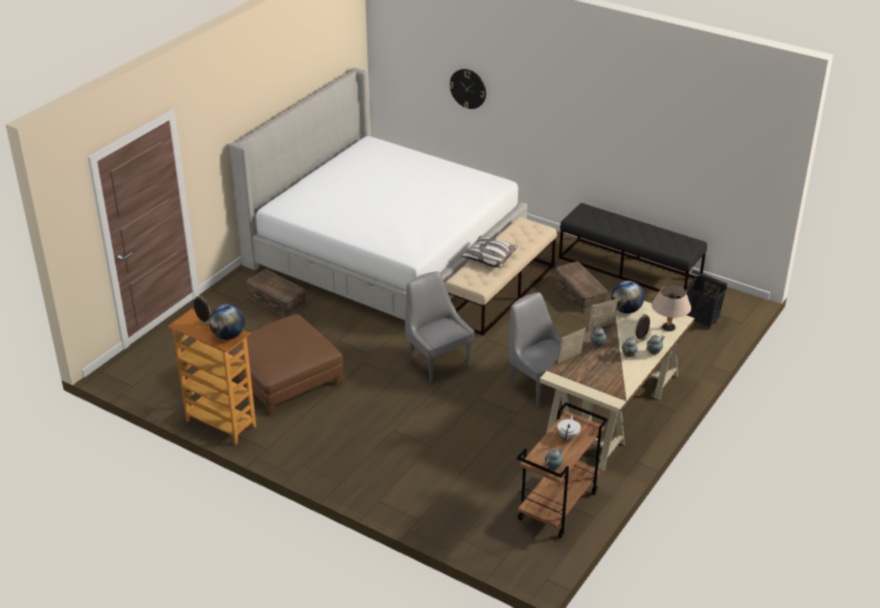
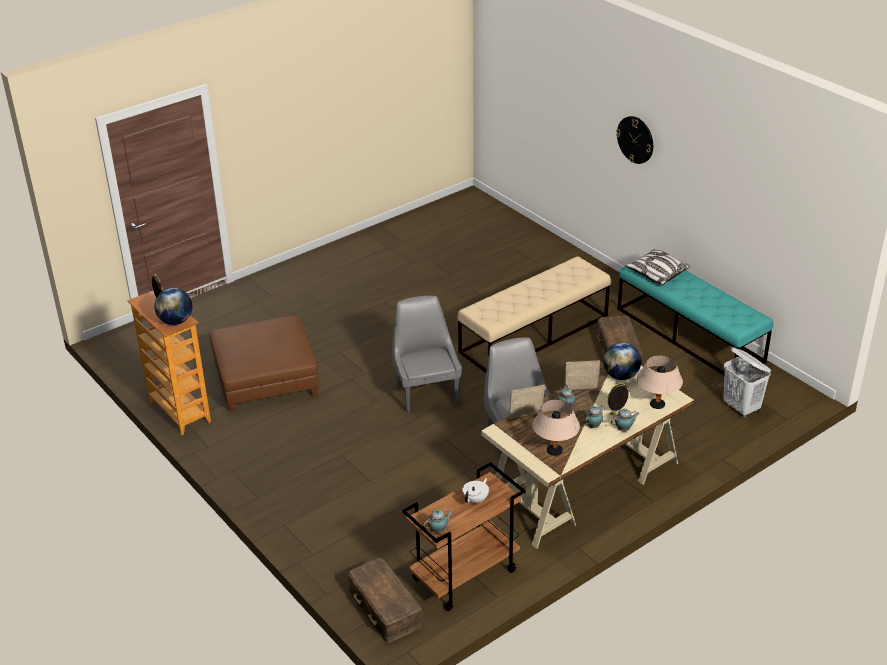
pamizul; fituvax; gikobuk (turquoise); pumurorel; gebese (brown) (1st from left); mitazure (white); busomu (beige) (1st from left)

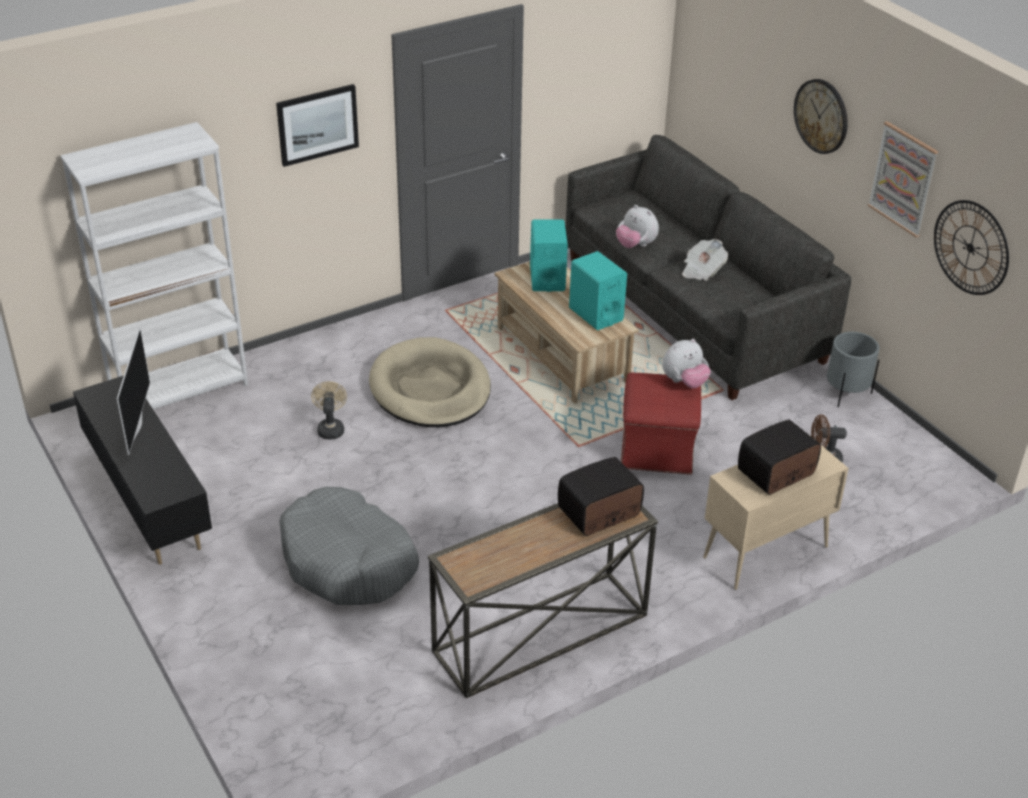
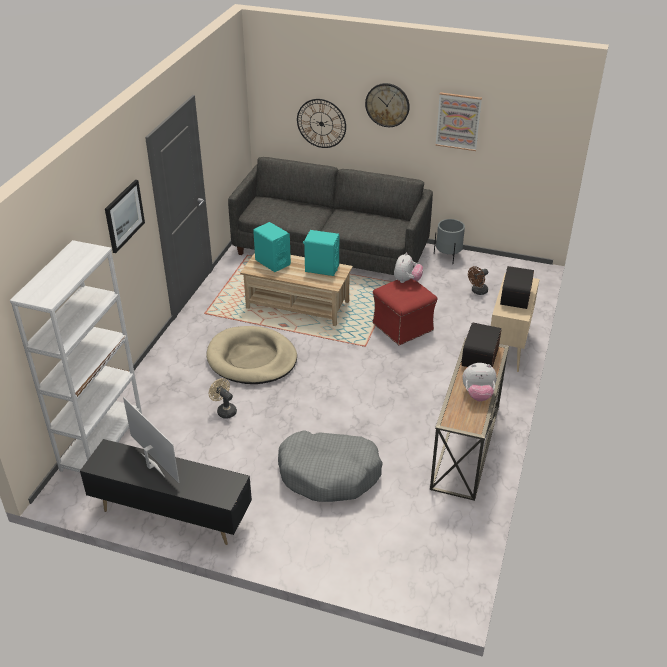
fituvax (1st from left); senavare (2nd from left); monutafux

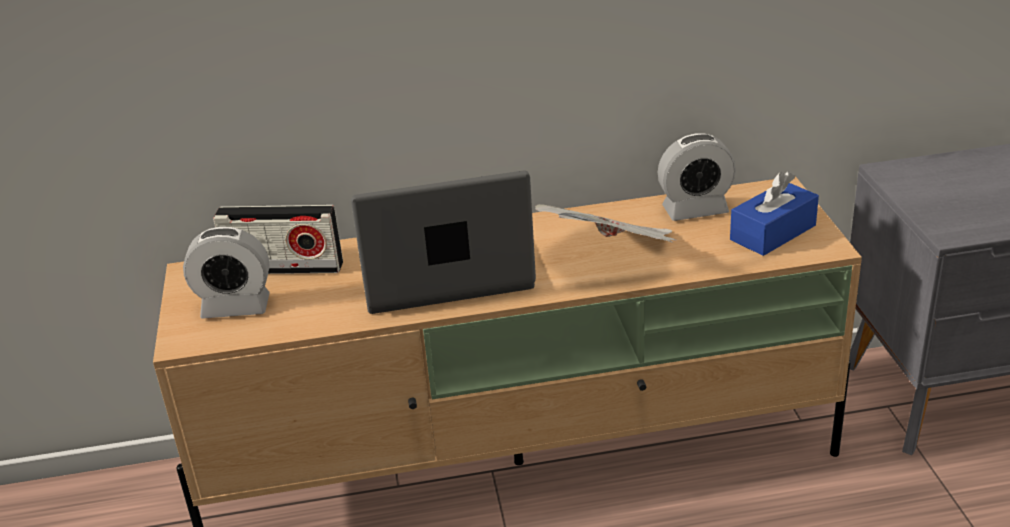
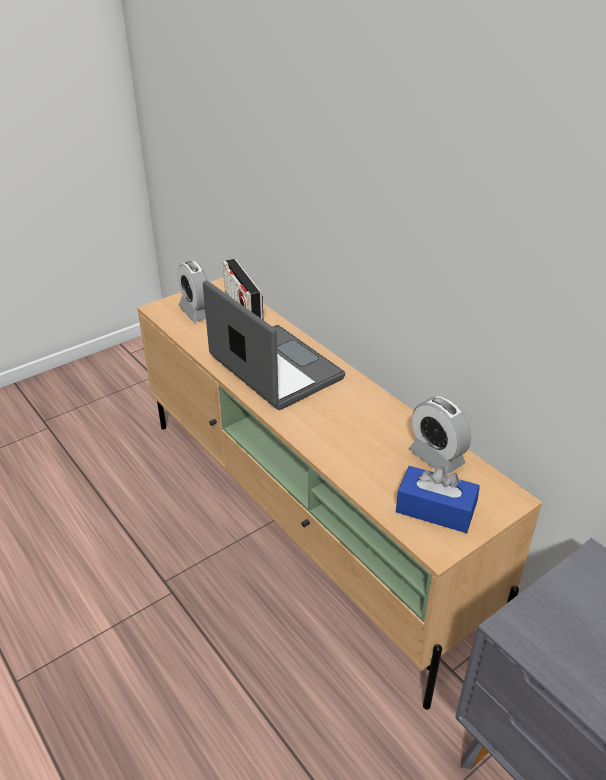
monutafux

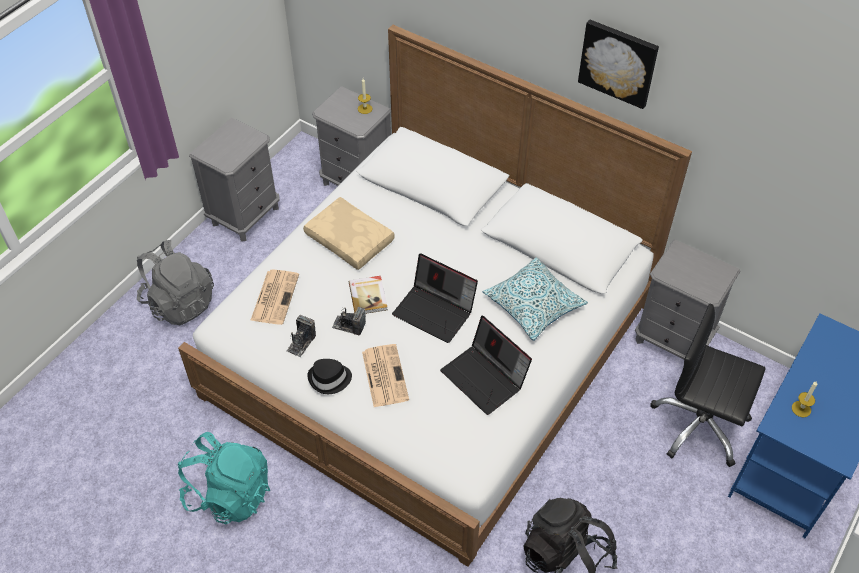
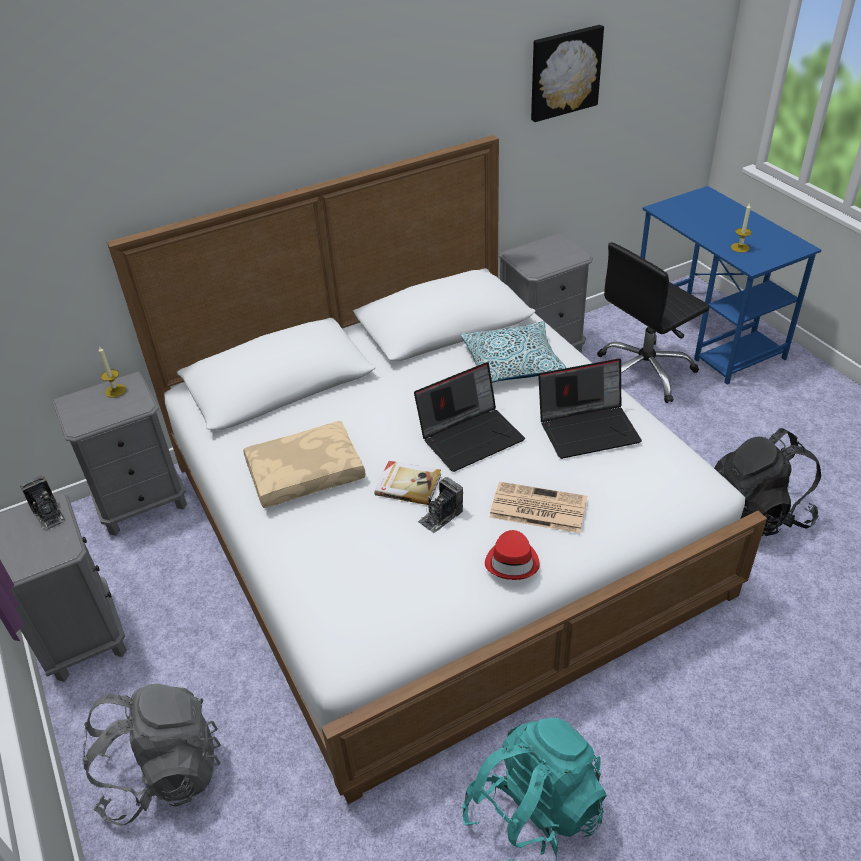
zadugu; monutafux (1st from left in the first image); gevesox (1st from left); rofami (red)

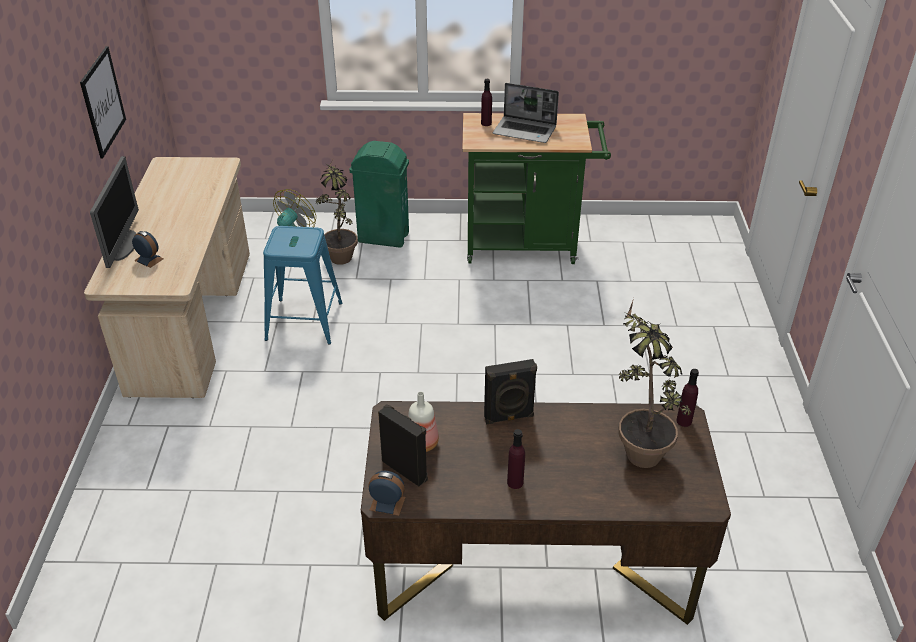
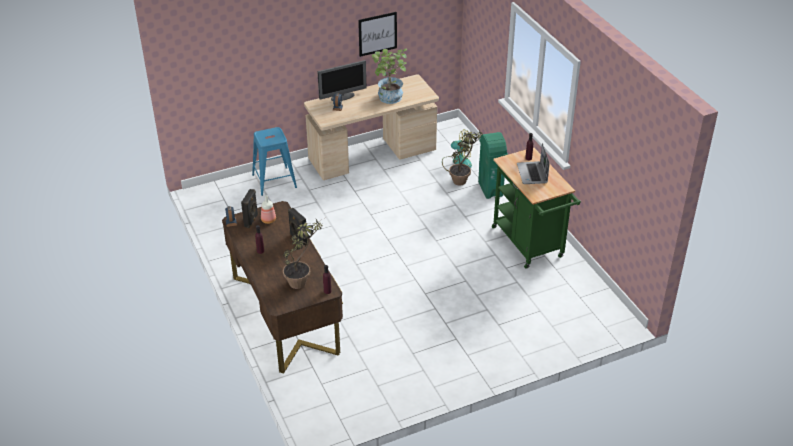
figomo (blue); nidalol (2nd from left)

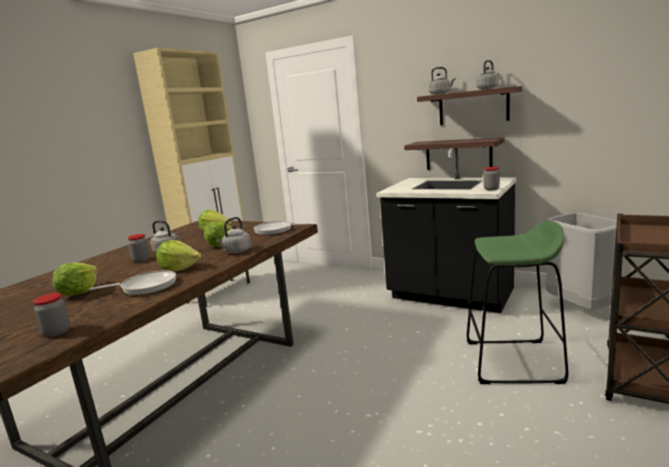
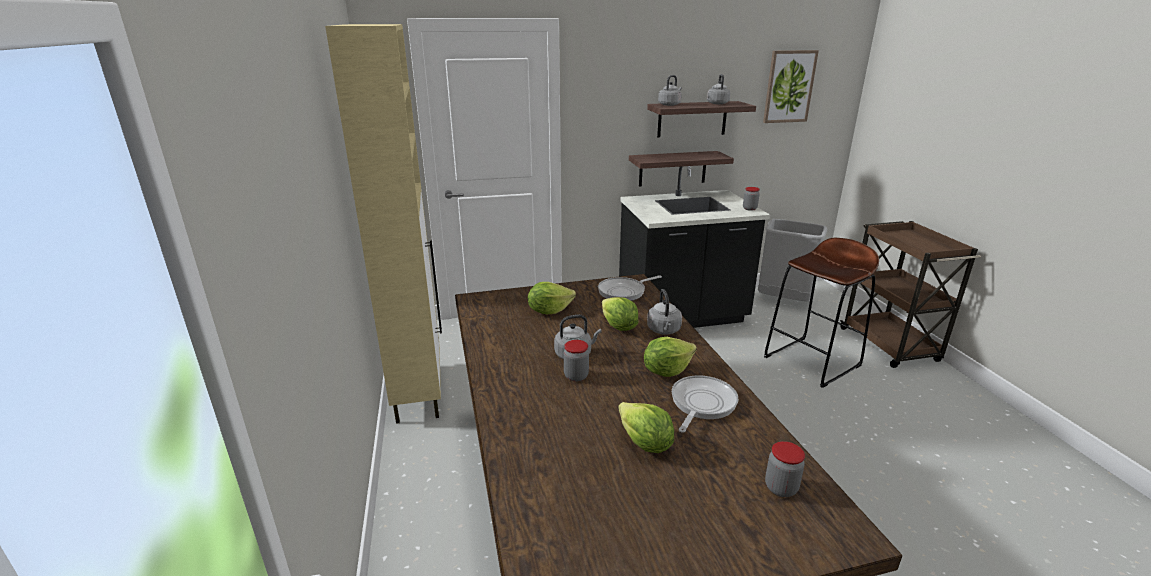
figomo (brown); zadugu

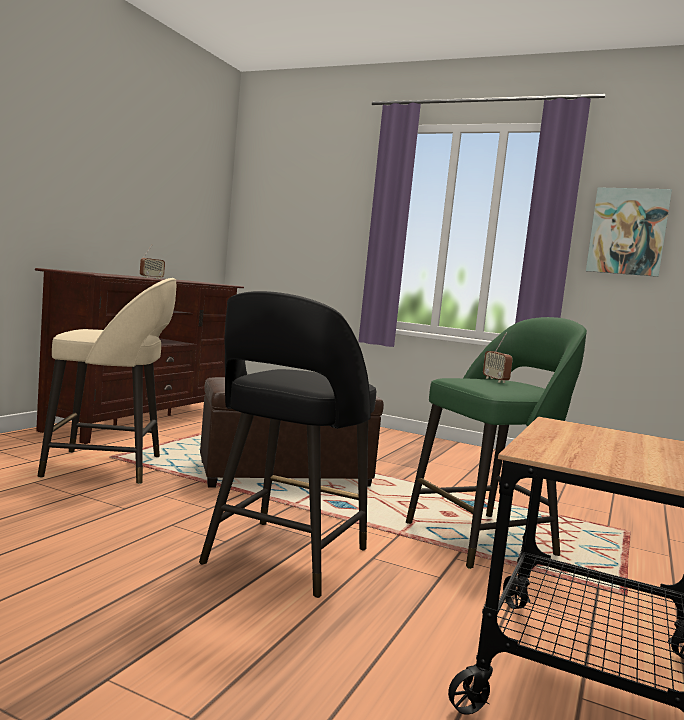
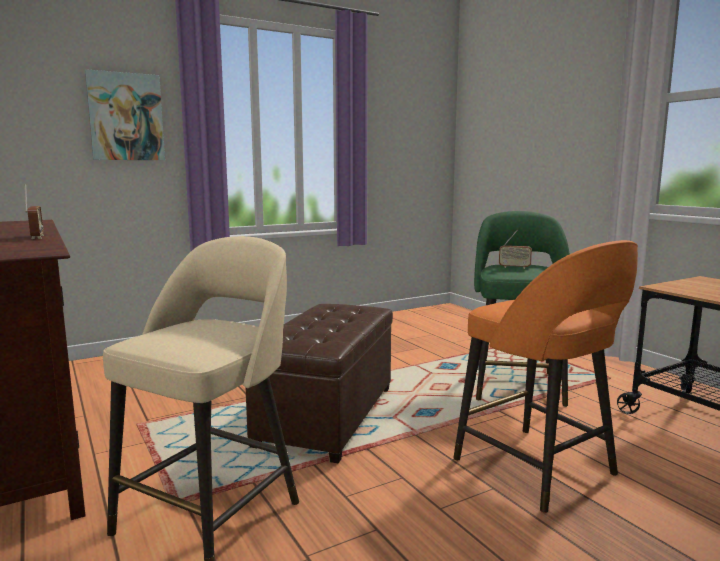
zadugu; figomo (orange)

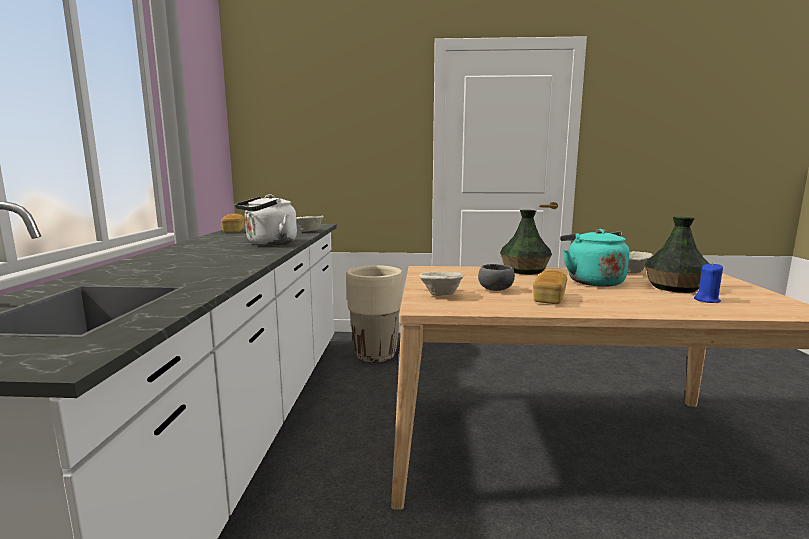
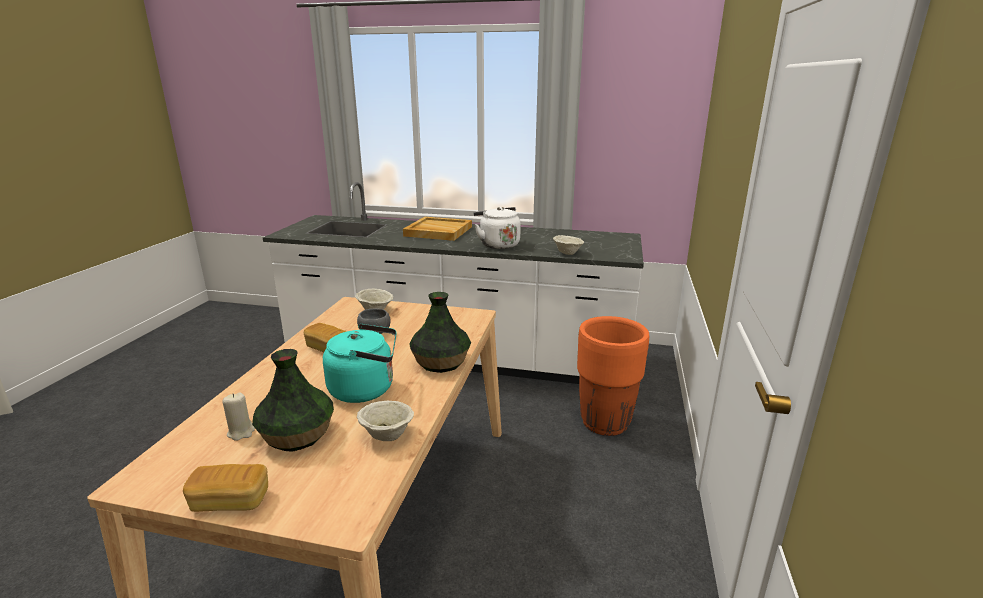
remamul (1st from left); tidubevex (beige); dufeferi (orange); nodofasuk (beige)

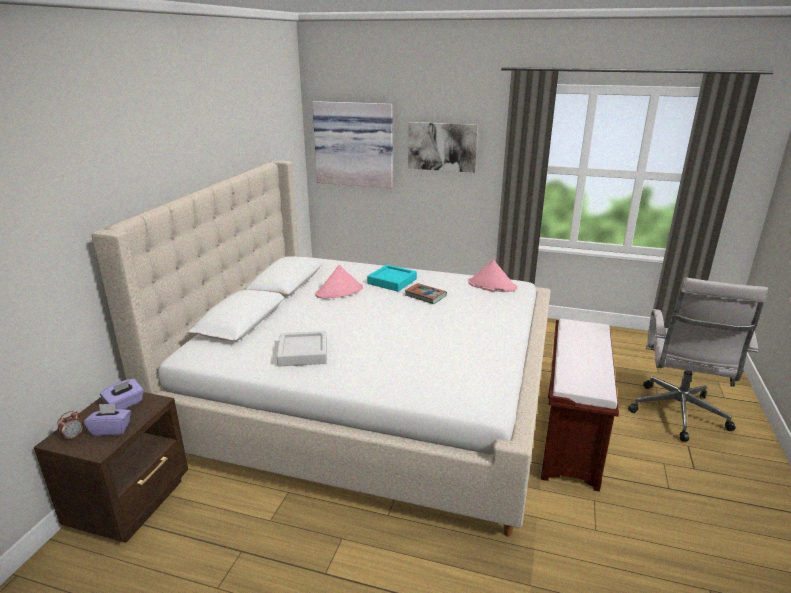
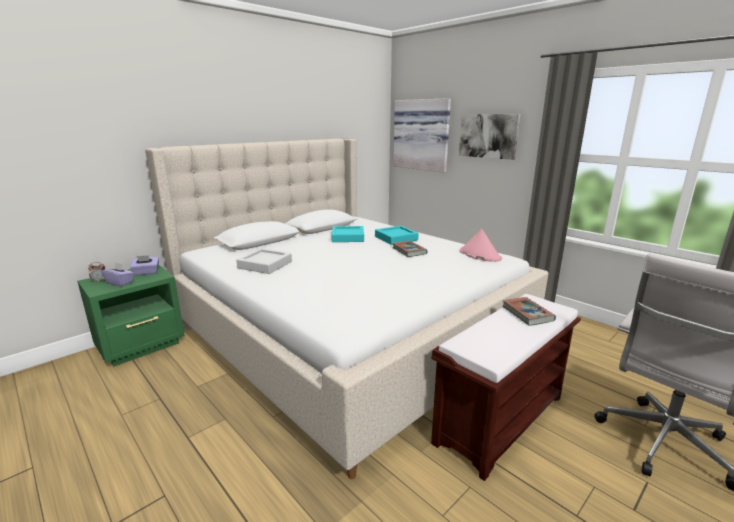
nodofasuk (turquoise) (1st from left); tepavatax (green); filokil (2nd from left)

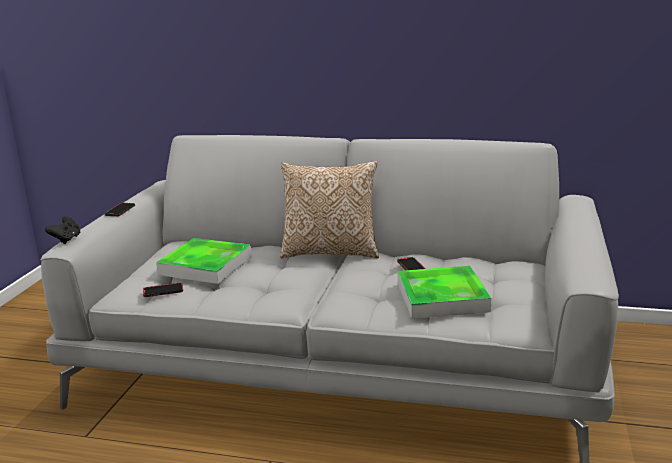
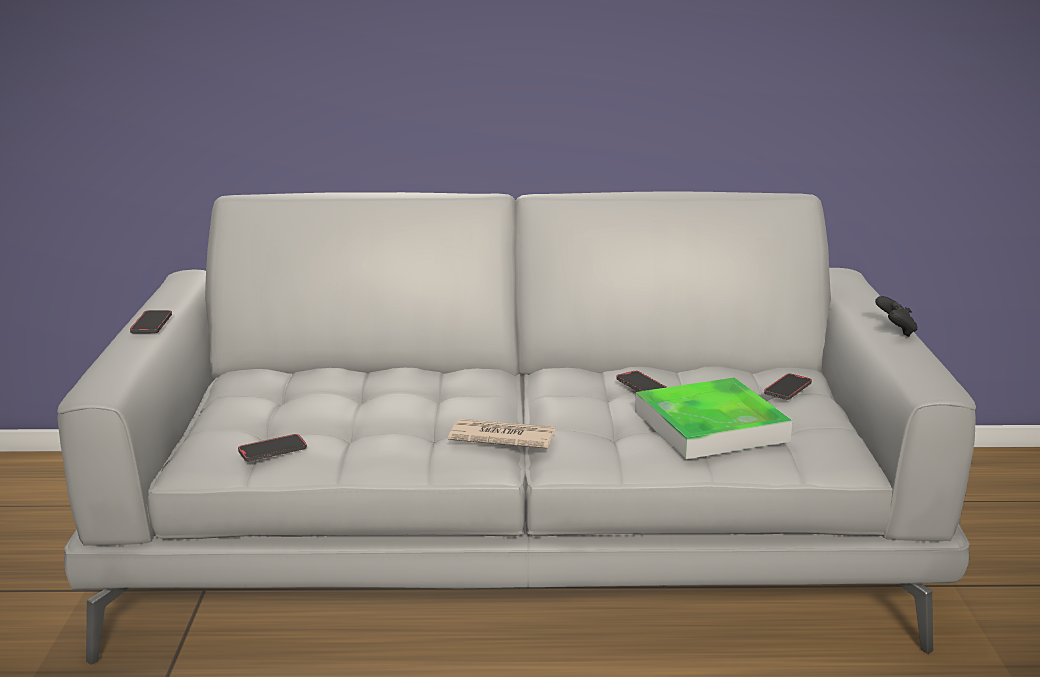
pumurorel; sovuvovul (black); nodofasuk (1st from left in the first image); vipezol (4th from left); monutafux

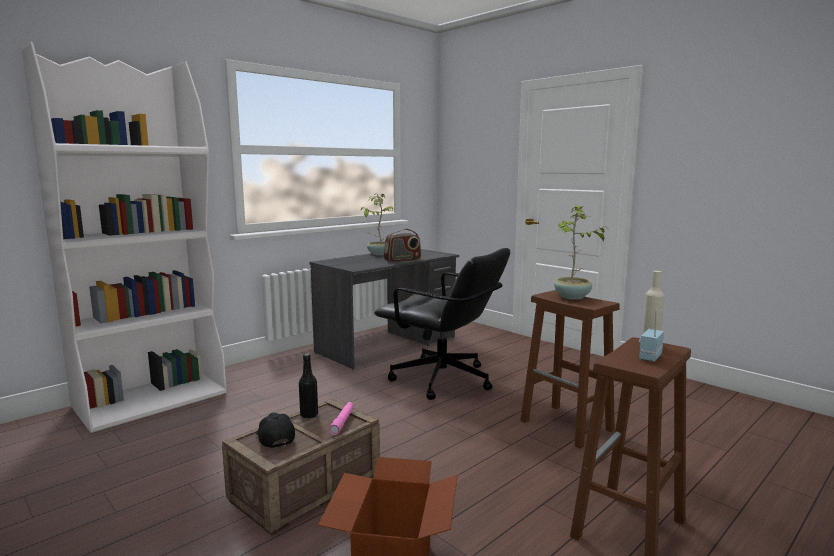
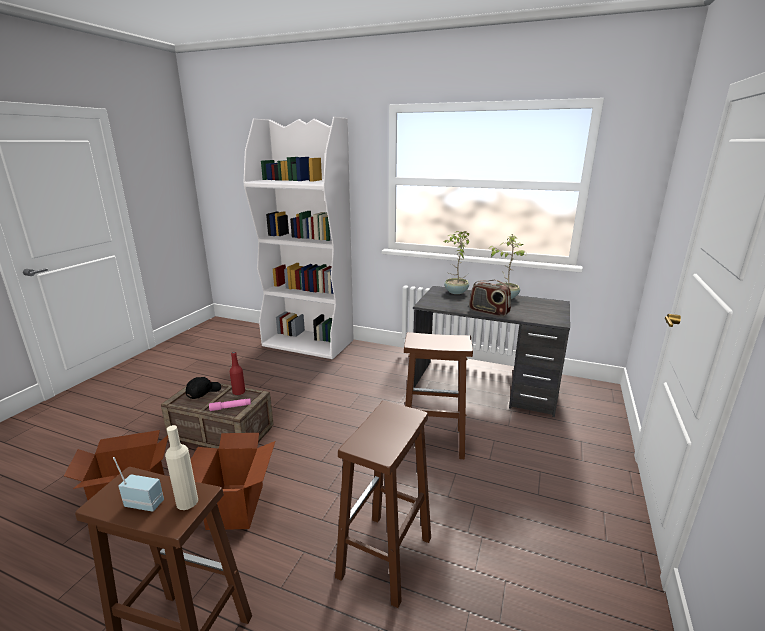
nidalol (1st from left); figomo (brown) (3rd from left); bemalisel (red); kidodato (2nd from left)

